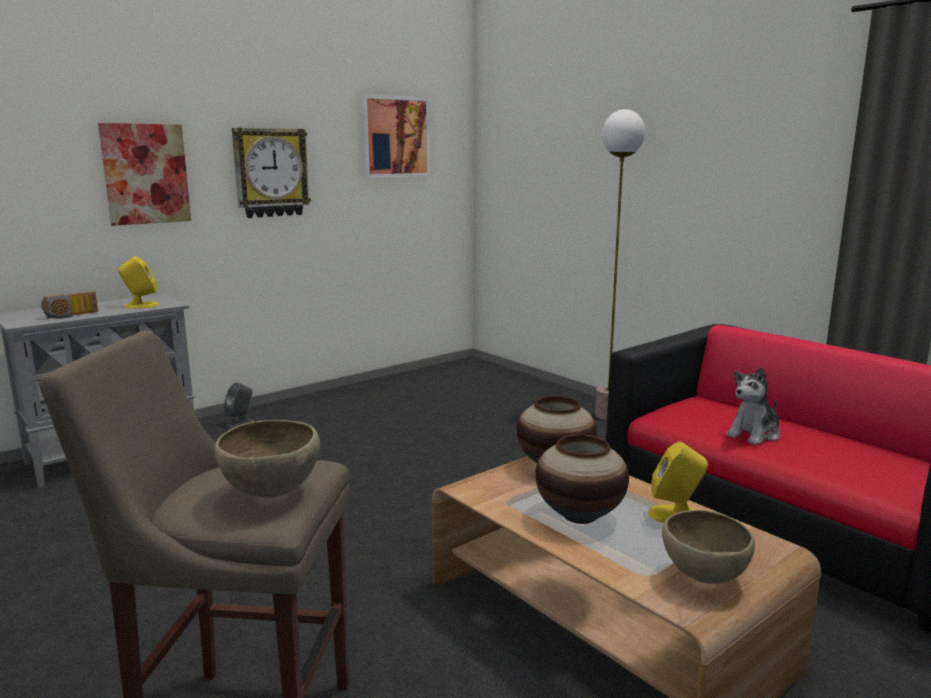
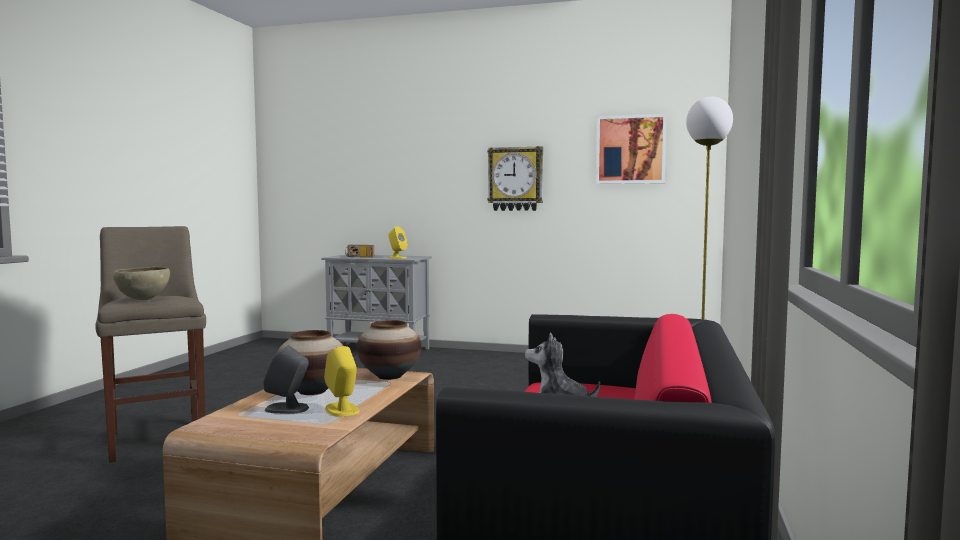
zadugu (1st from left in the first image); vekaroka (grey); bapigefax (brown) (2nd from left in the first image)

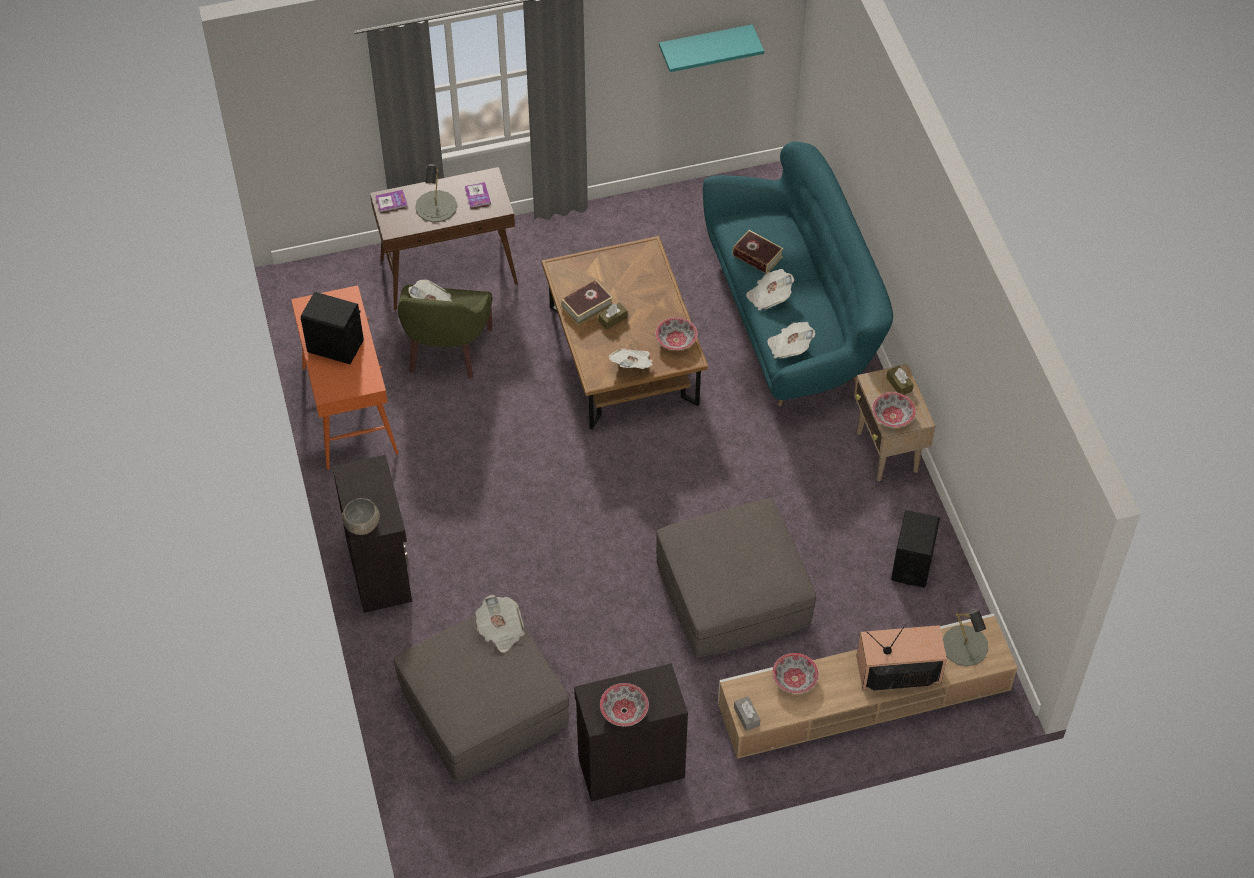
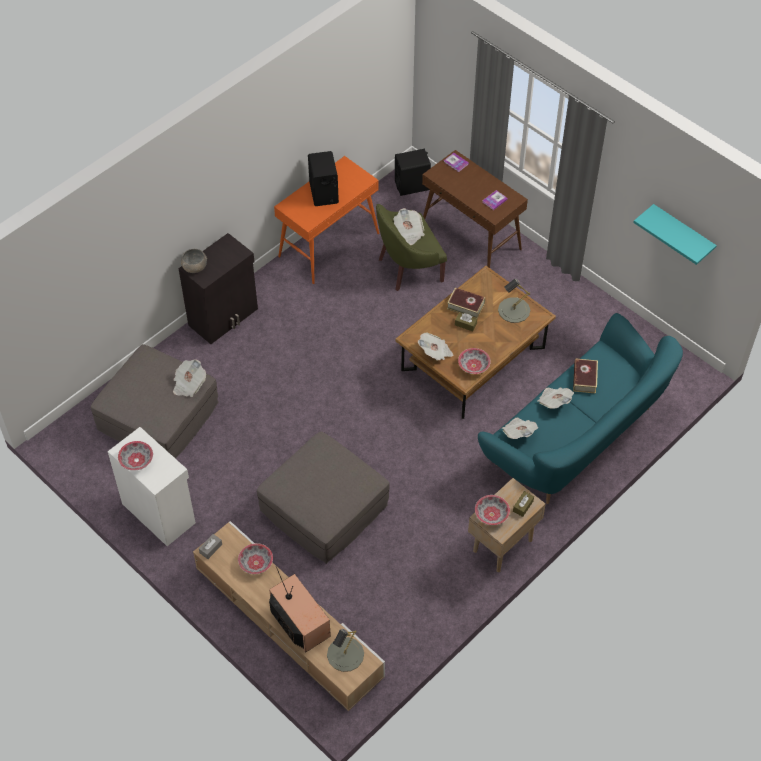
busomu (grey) (2nd from left); vekaroka (black) (2nd from left); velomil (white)

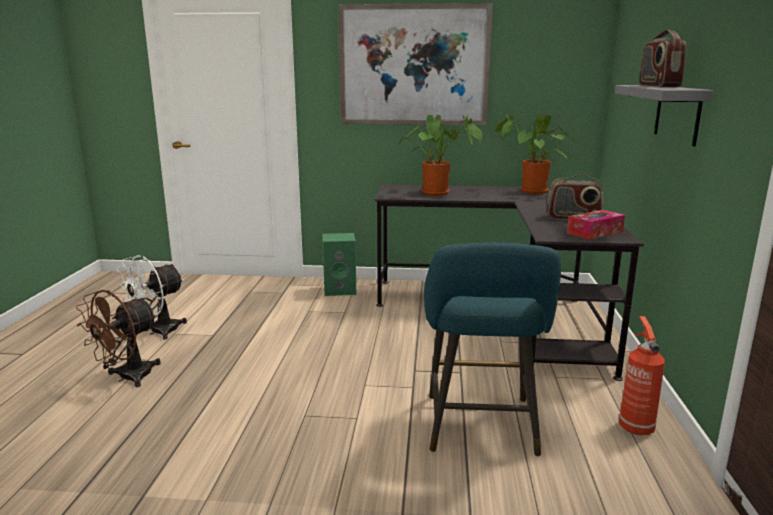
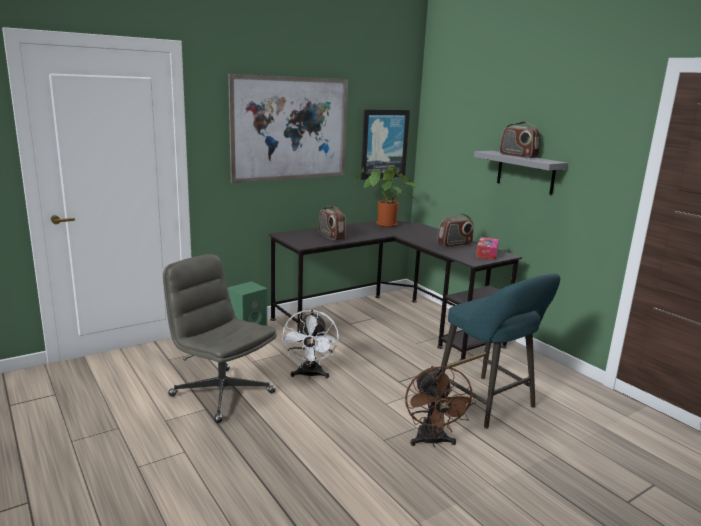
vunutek (1st from left); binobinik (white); binobinik (brown); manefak; zadugu (2nd from left); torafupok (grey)

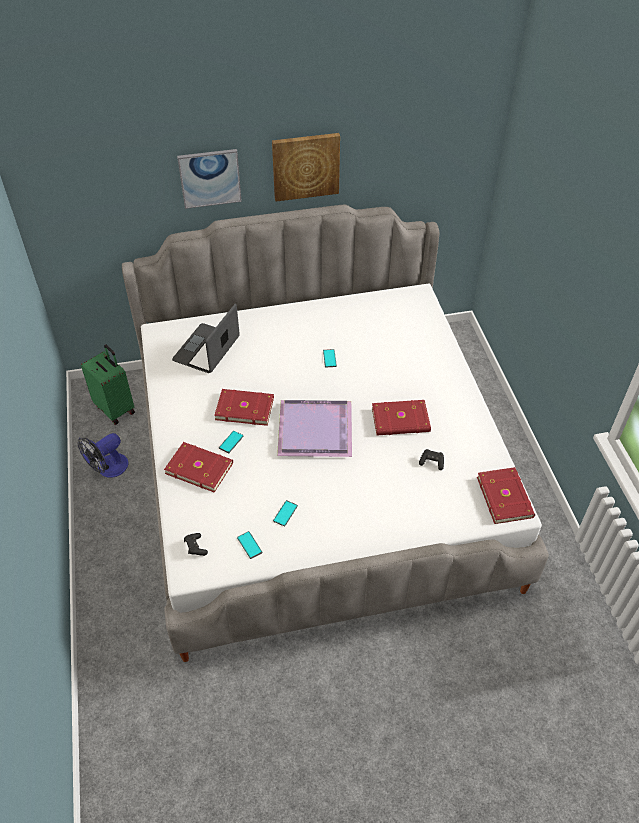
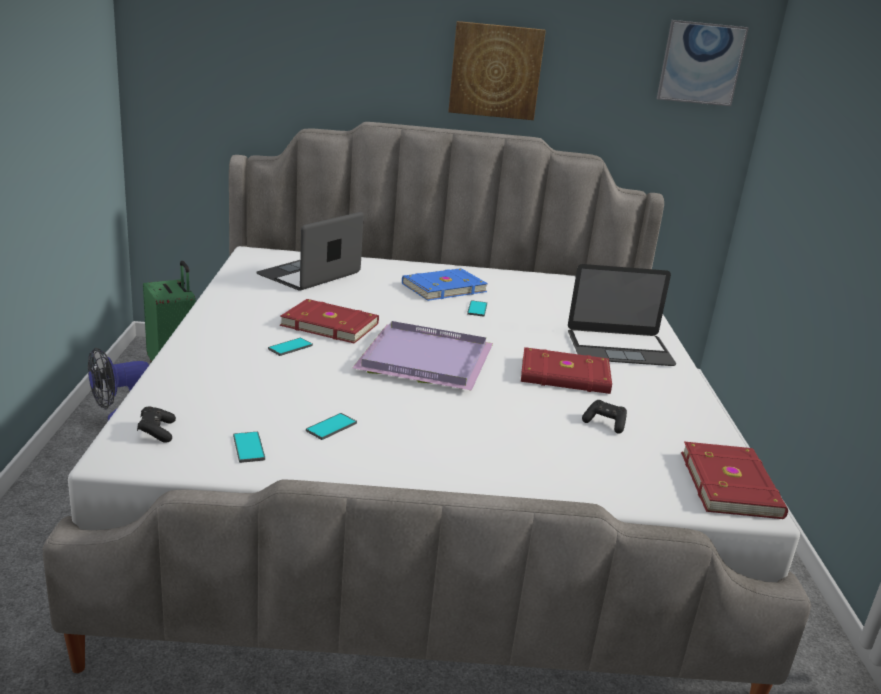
zadugu (2nd from left); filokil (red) (1st from left in the first image); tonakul (2nd from left); filokil (blue)

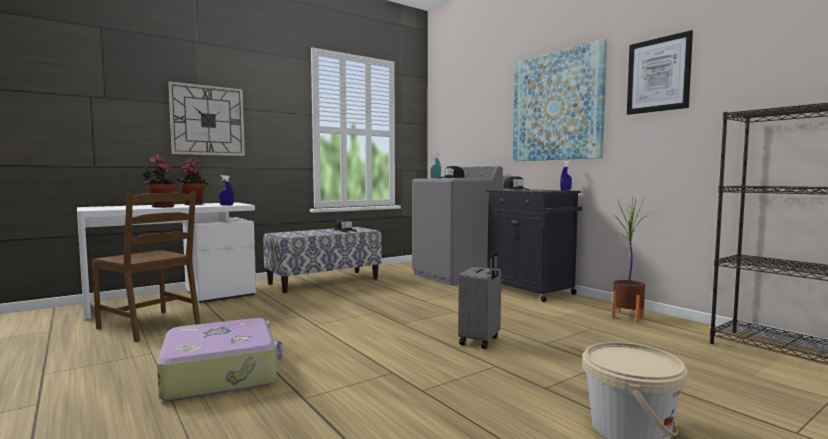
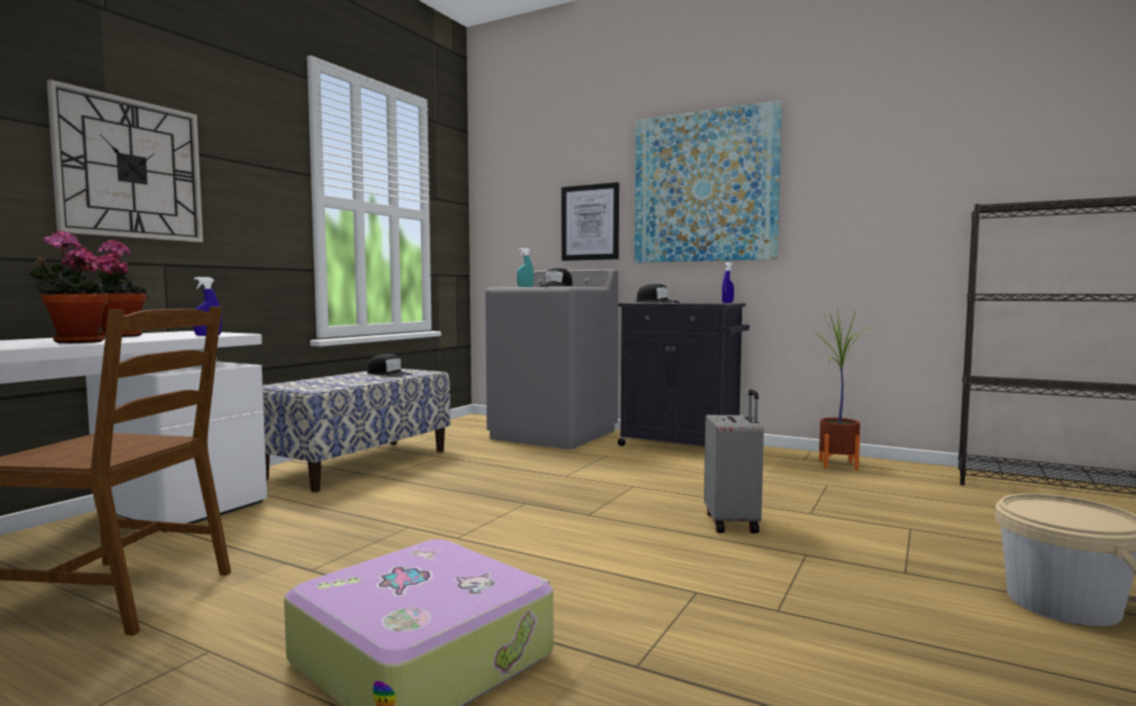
zadugu (1st from left)

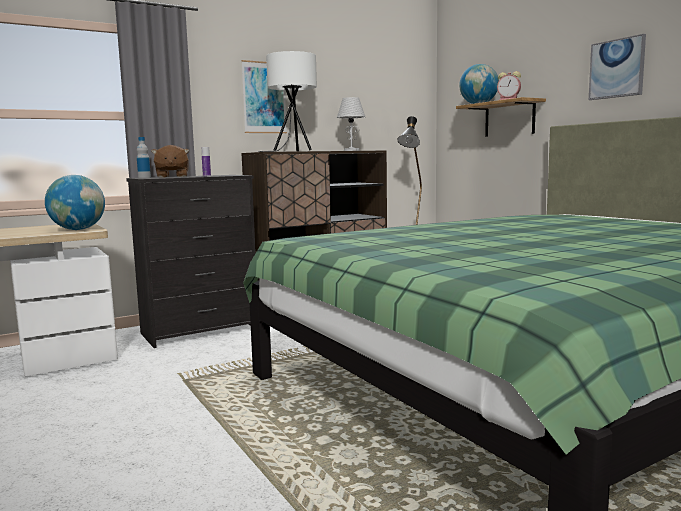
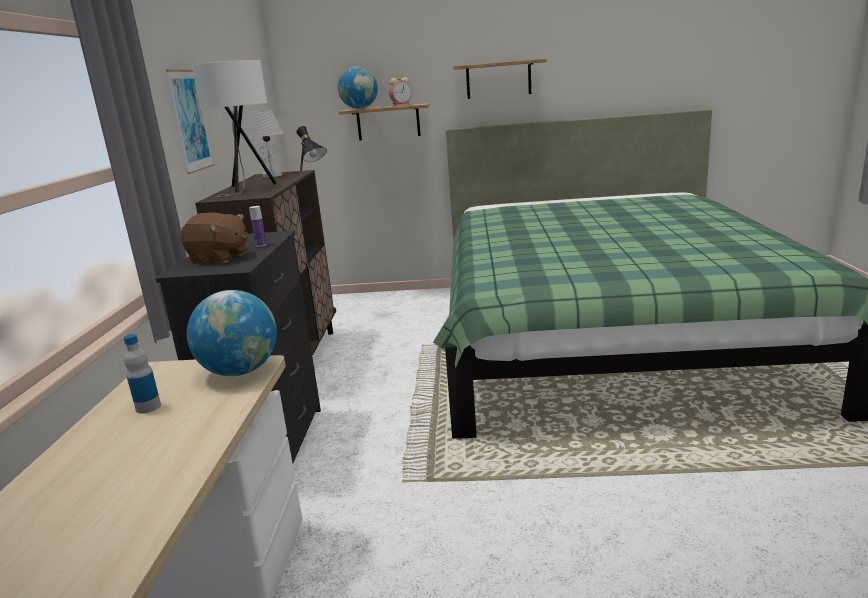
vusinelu (2nd from left); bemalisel (1st from left)

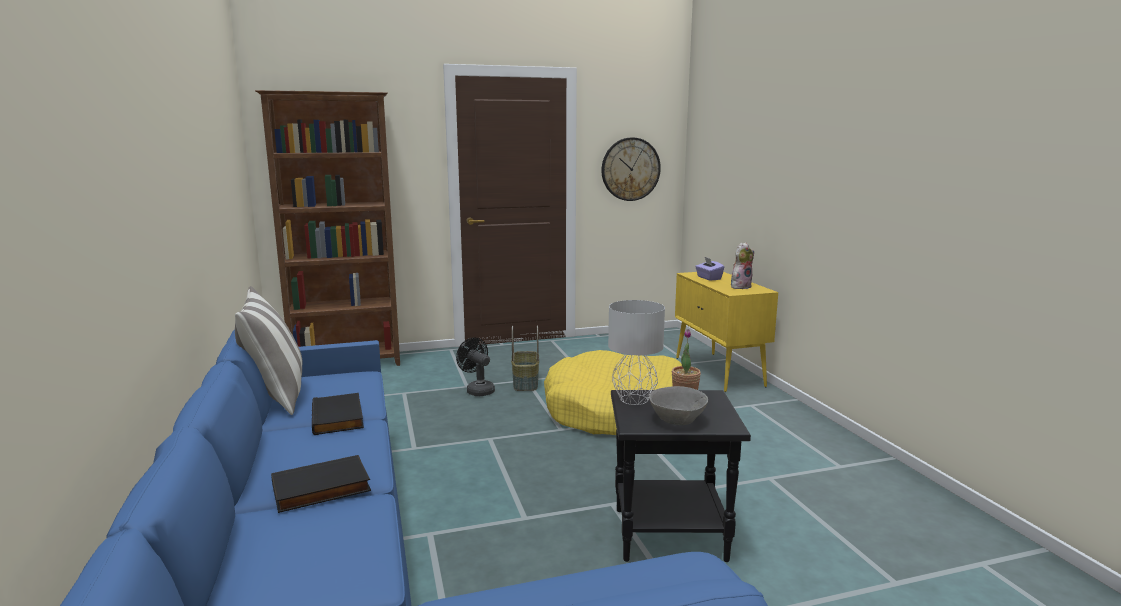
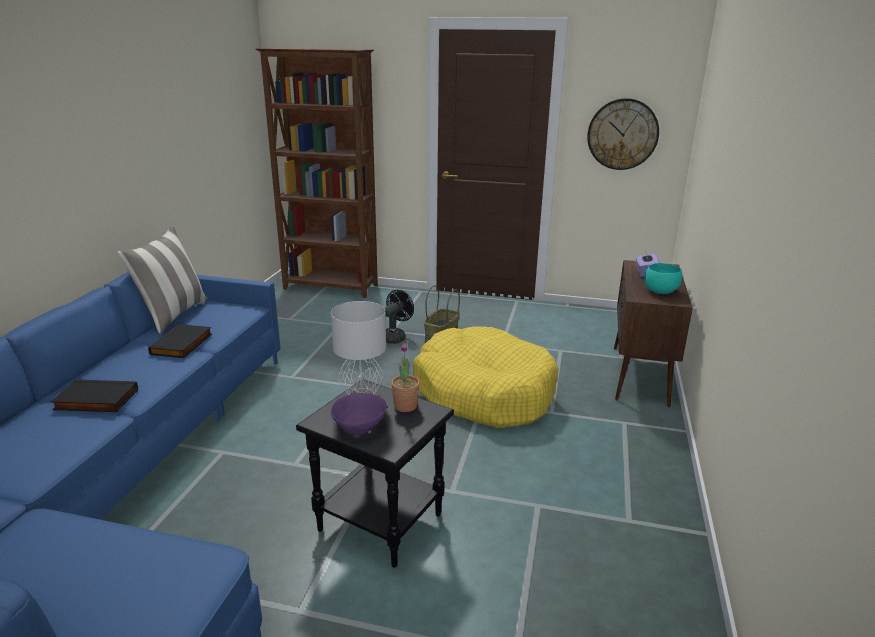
bapigefax (turquoise); velomil (brown); binobinik (black); bapigefax (purple)

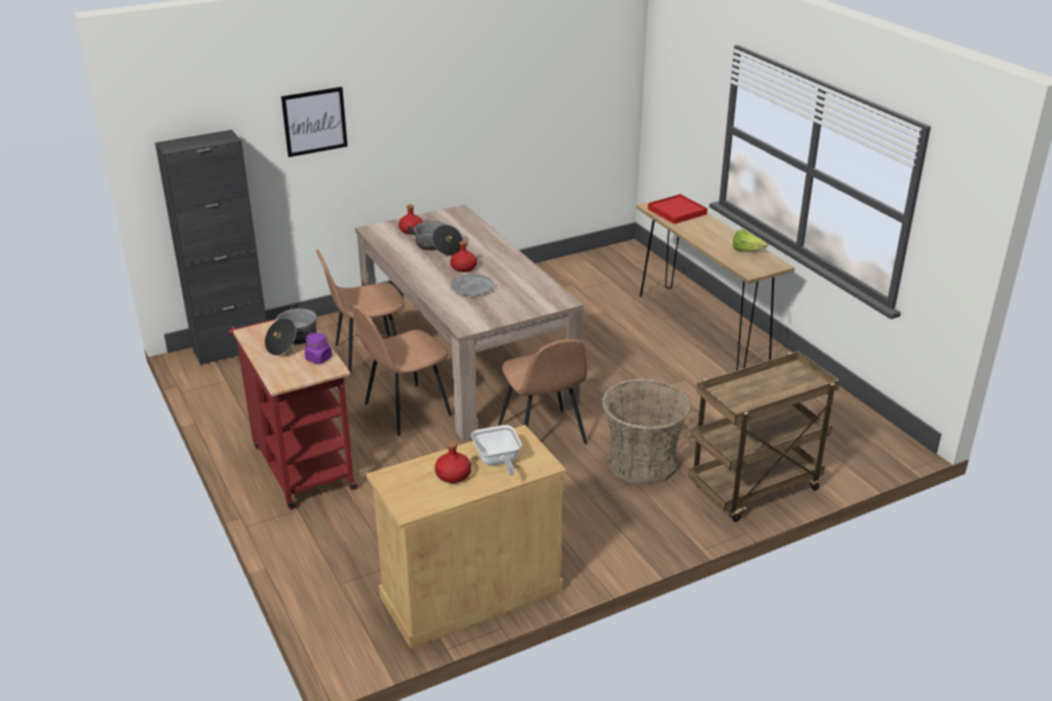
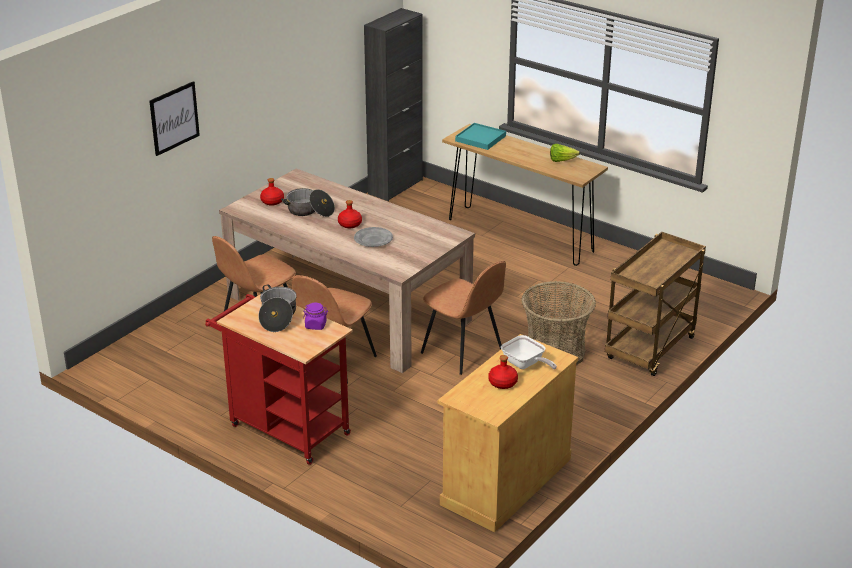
velomil (black); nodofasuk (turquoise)

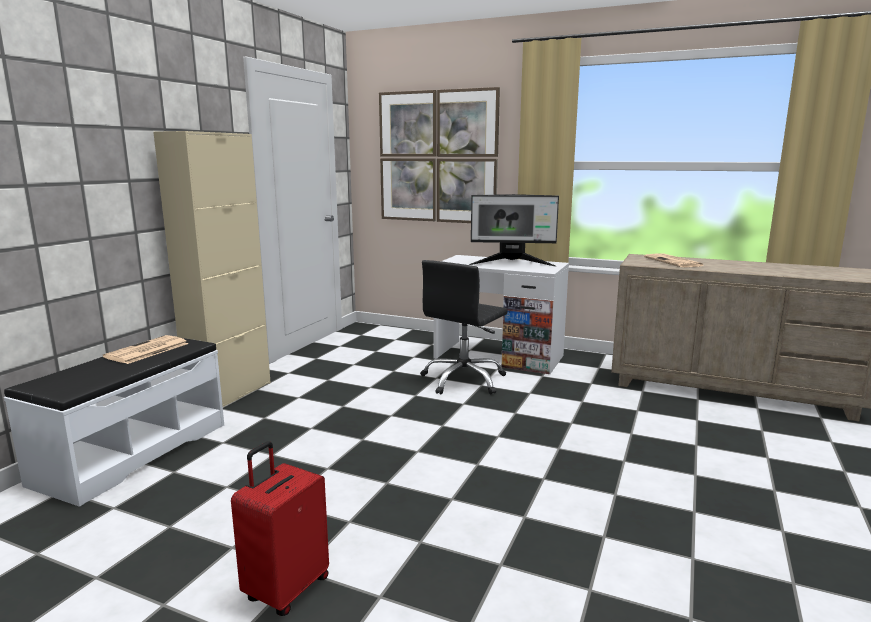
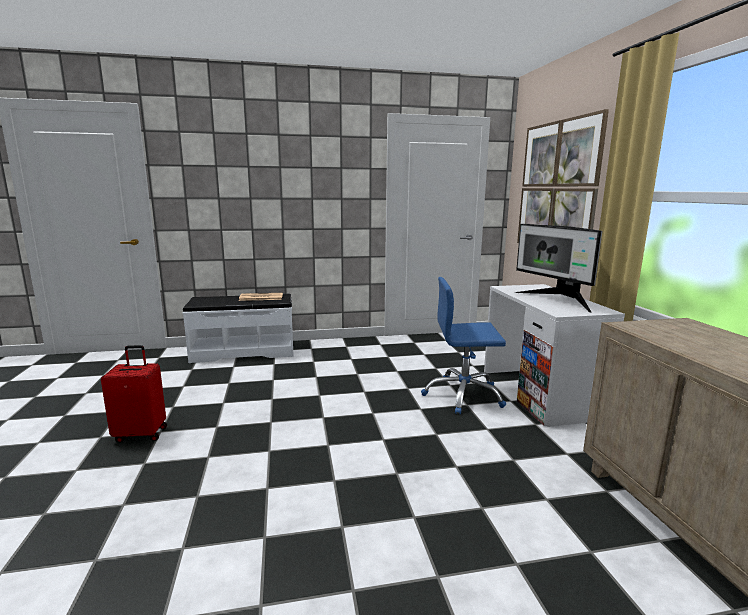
velomil (beige); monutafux (2nd from left in the first image); torafupok (blue)

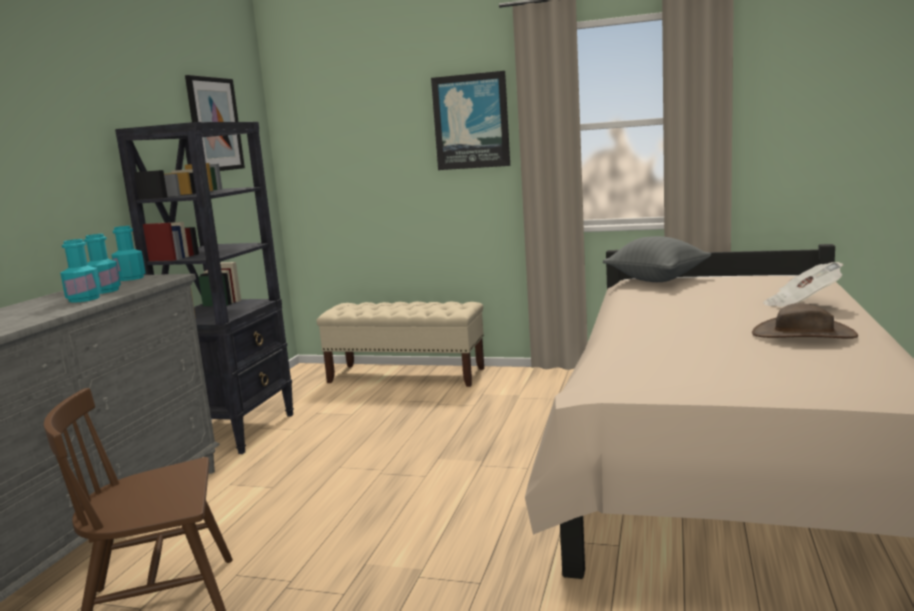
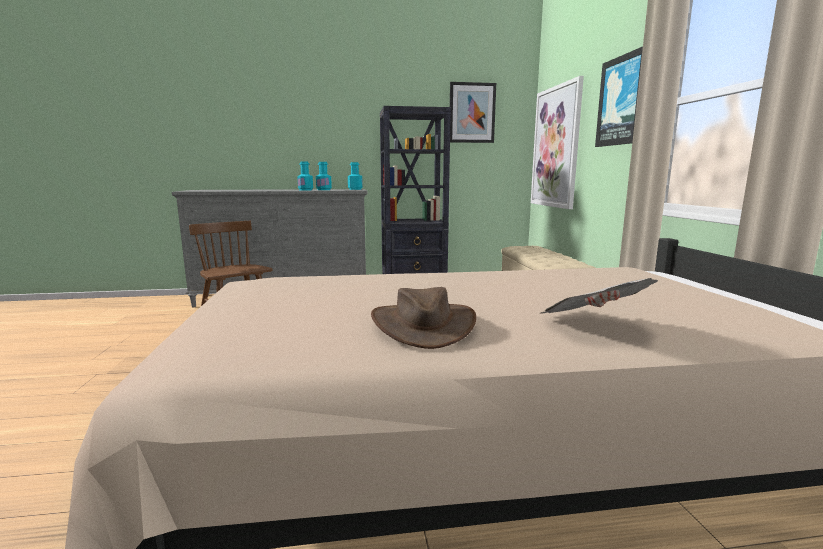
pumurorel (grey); zadugu (2nd from left)

